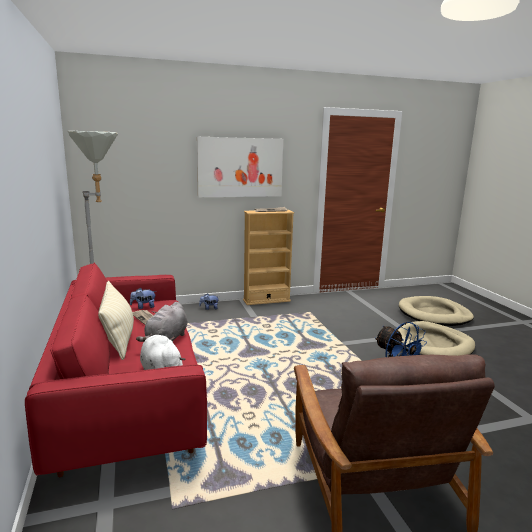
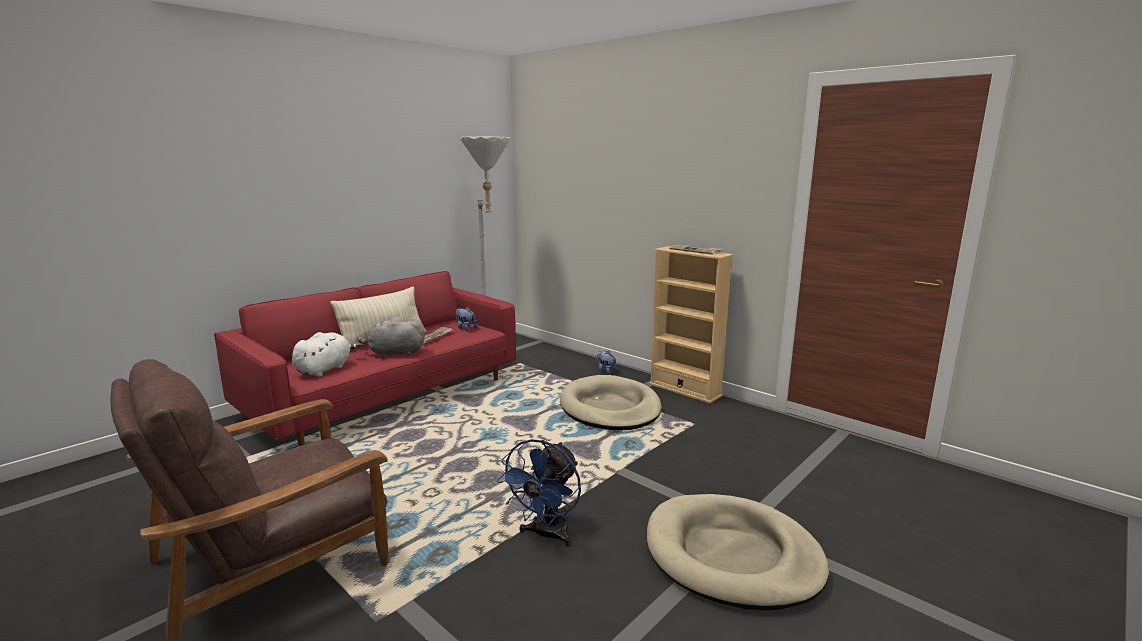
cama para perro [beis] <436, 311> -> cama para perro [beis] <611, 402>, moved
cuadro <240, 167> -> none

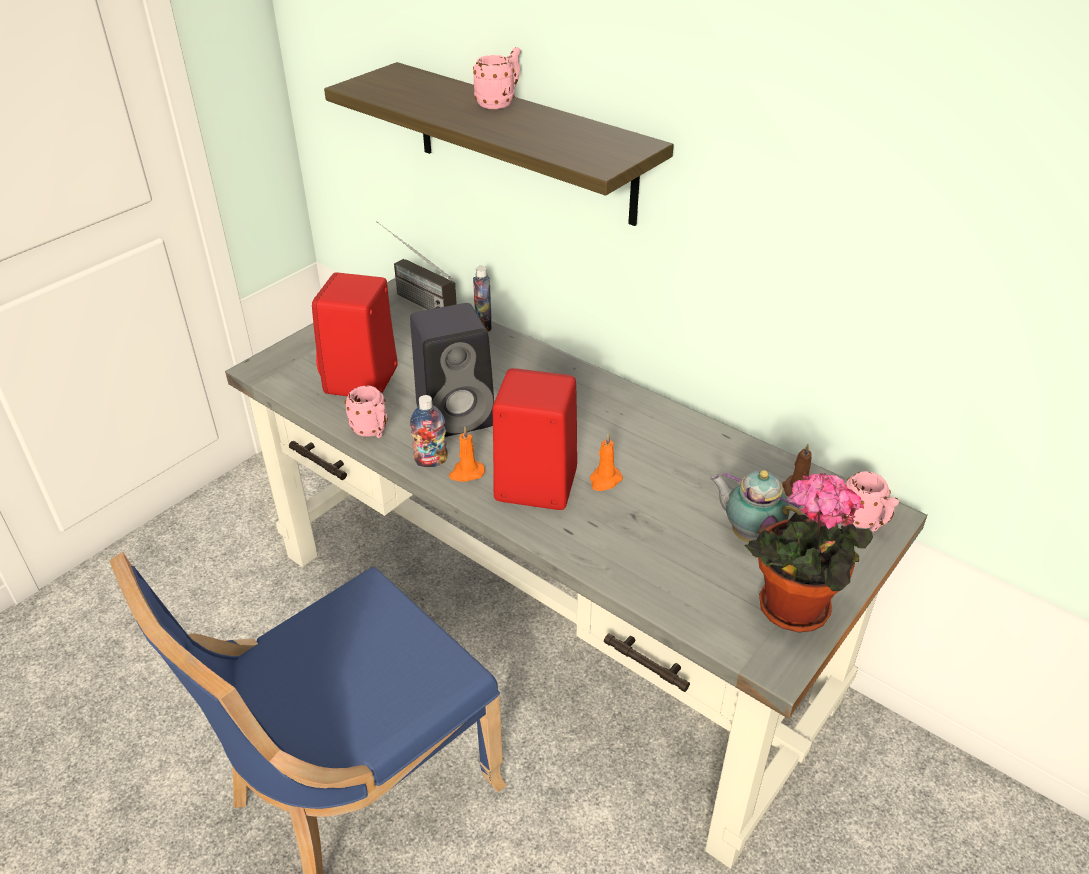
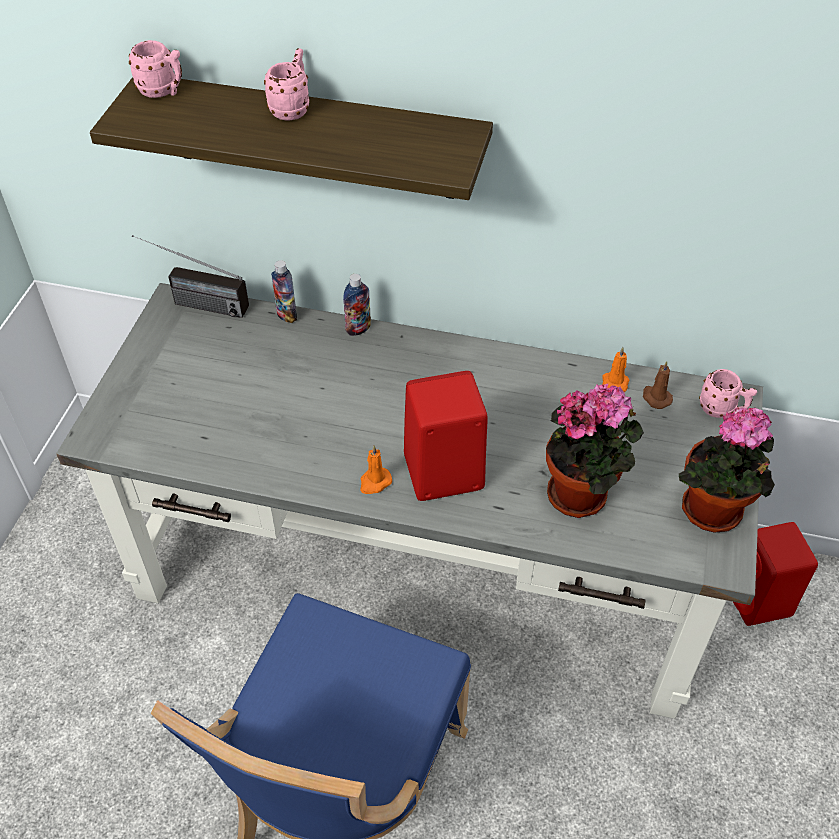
taza grande [rosa] <366, 412> -> taza grande [rosa] <155, 69>, moved
botella <429, 431> -> botella <357, 305>, moved
none -> planta en maceta <595, 451>
vela [naranja] <606, 462> -> vela [naranja] <615, 369>, moved
altavoz [rojo] <355, 334> -> altavoz [rojo] <775, 574>, moved
altavoz [negro] <452, 370> -> none
tetera <757, 506> -> none

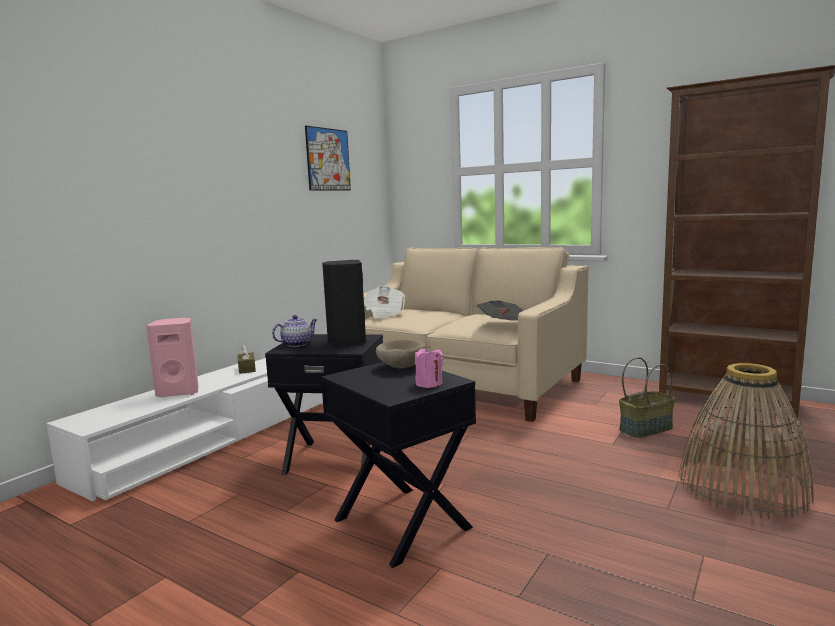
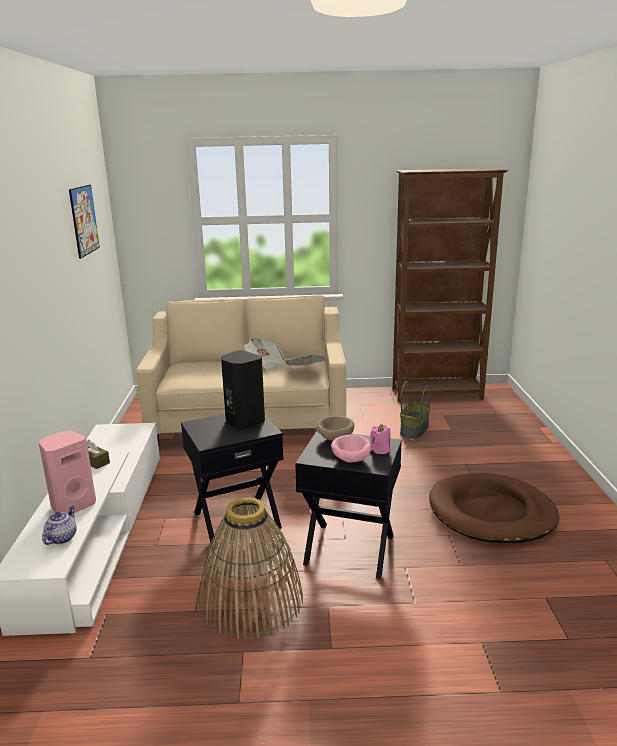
tetera <295, 331> -> tetera <59, 525>, moved
cesta <746, 441> -> cesta <251, 568>, moved
periódico <384, 302> -> periódico <265, 355>, moved
none -> cuenco [rosa] <351, 448>
none -> cama para perro [marrón] <494, 508>

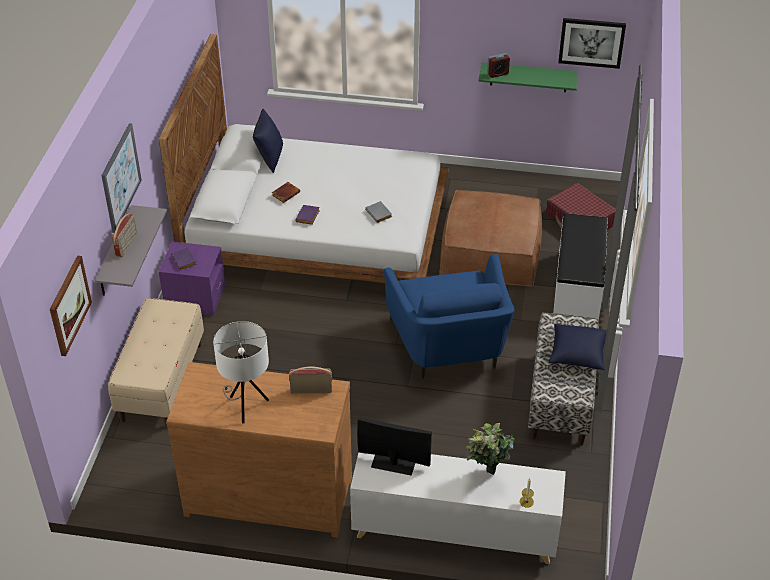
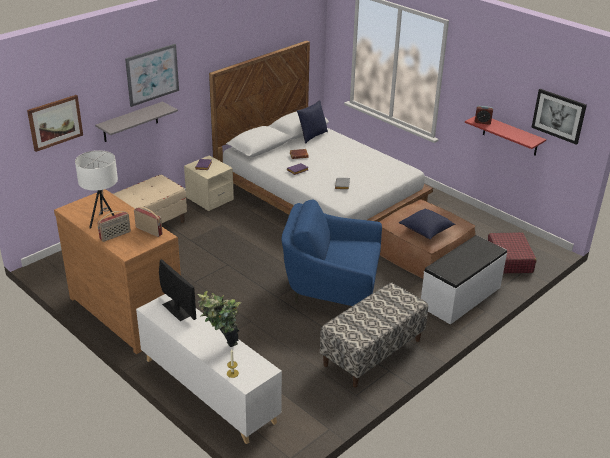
radio <124, 235> -> radio <114, 226>, moved
mesita de noche [morado] <192, 279> -> mesita de noche [beis] <209, 183>
sillón [azul] <449, 316> -> sillón [azul] <332, 253>, 75 degrees clockwise
cojín [azul] <578, 347> -> cojín [azul] <427, 224>, moved
estante [verde] <528, 77> -> estante [rojo] <505, 136>

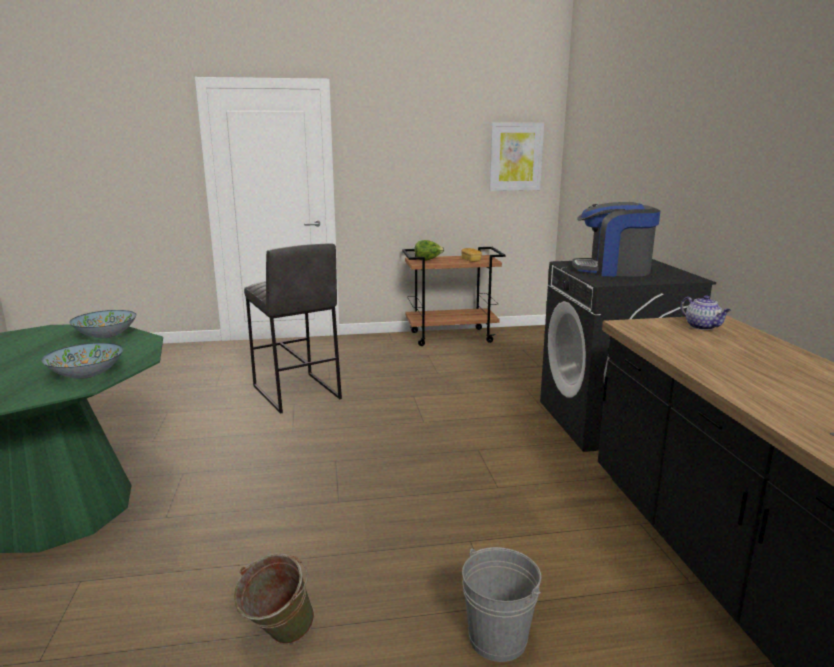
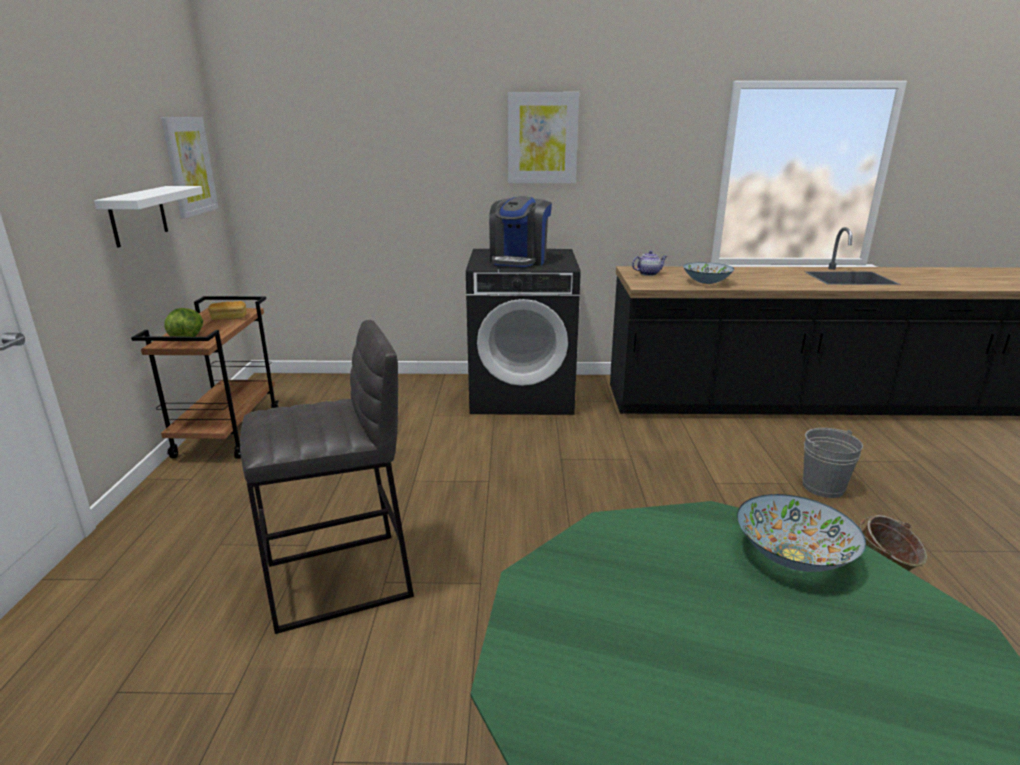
none -> estante [blanco] <148, 217>
none -> cuadro <543, 137>
cuenco <103, 324> -> cuenco <709, 273>, moved

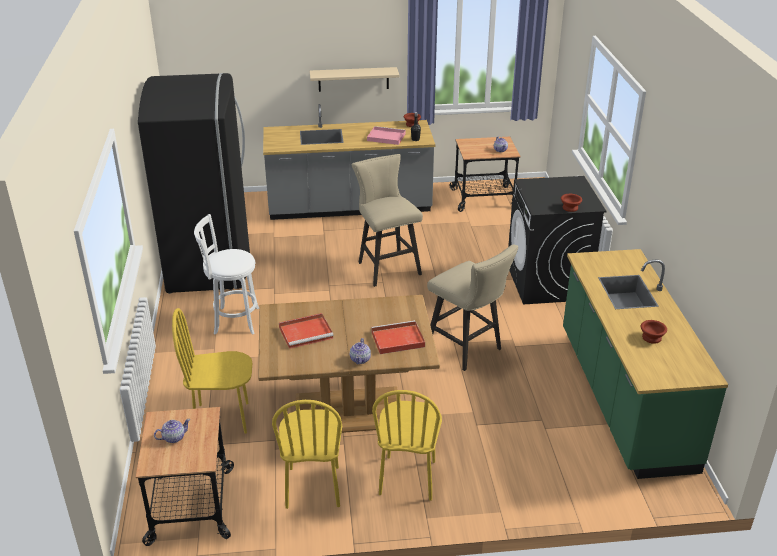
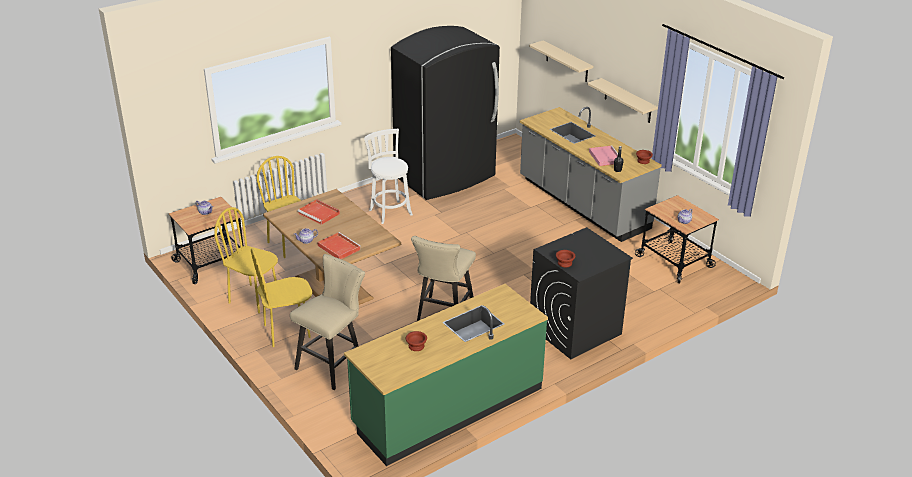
silla [amarillo] <307, 454> -> silla [amarillo] <246, 260>, 60 degrees clockwise
taburete [beis] <387, 220> -> taburete [beis] <327, 322>, moved
none -> estante [beis] <561, 61>

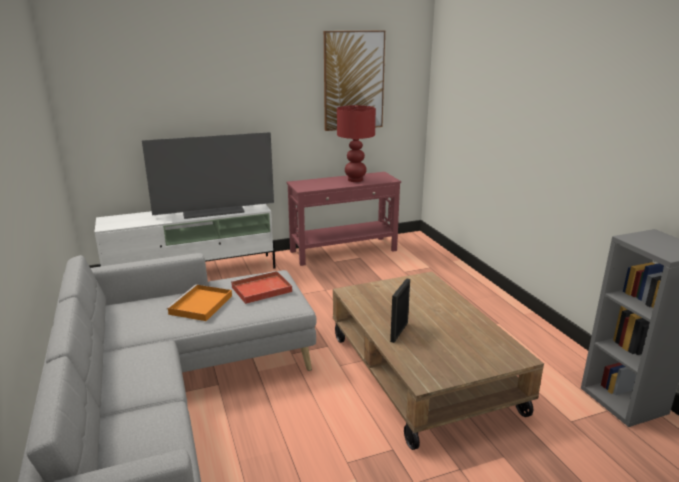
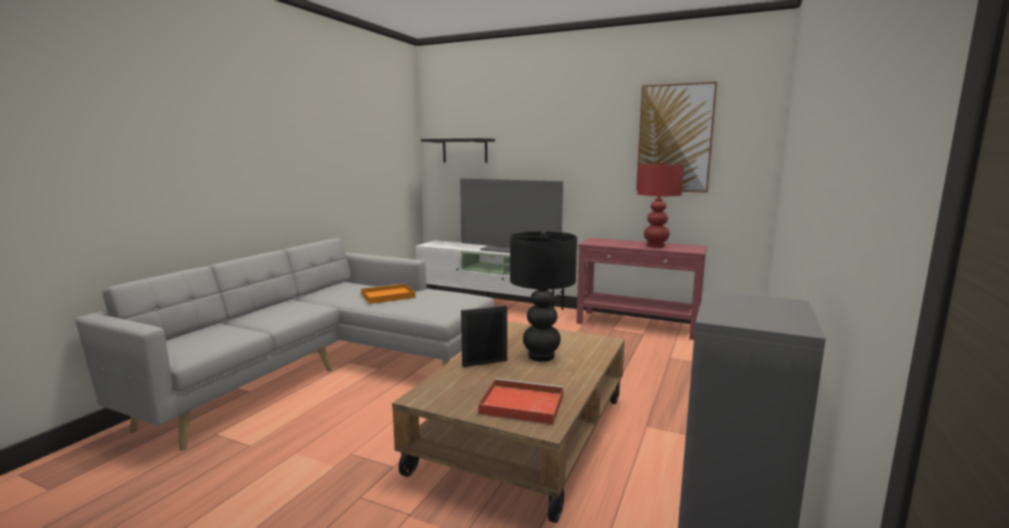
none -> estante [negro] <458, 150>
bandeja [rojo] <261, 287> -> bandeja [rojo] <521, 401>, moved
none -> lámpara de mesa [negro] <543, 296>

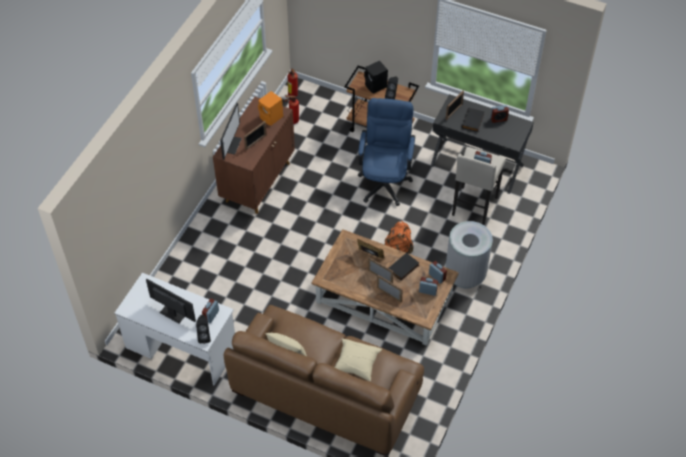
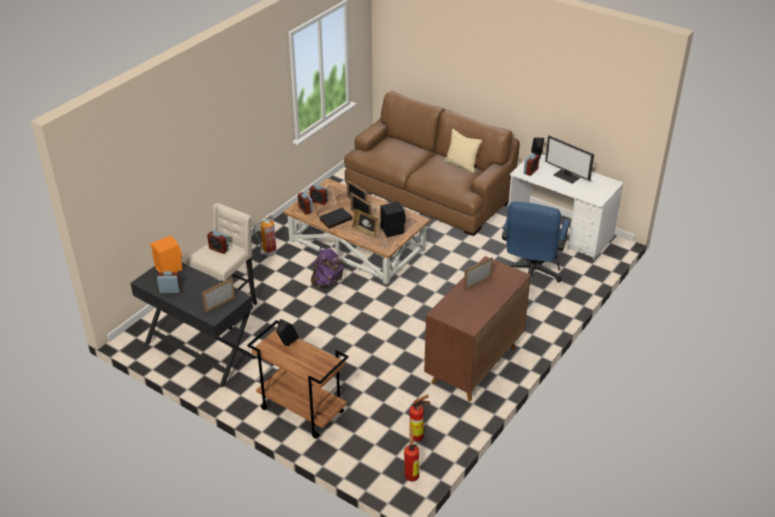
altavoz [naranja] <270, 108> -> altavoz [naranja] <167, 254>, moved
papelera [gris] <469, 254> -> extintor <265, 234>
mochila [naranja] <399, 237> -> mochila [morado] <327, 267>
altavoz [negro] <376, 77> -> altavoz [negro] <393, 219>, moved
silla de oficina [azul] <386, 152> -> silla de oficina [azul] <535, 242>, moved
monitor <231, 131> -> none
cojín [beis] <358, 360> -> none
libro [negro] <473, 120> -> none

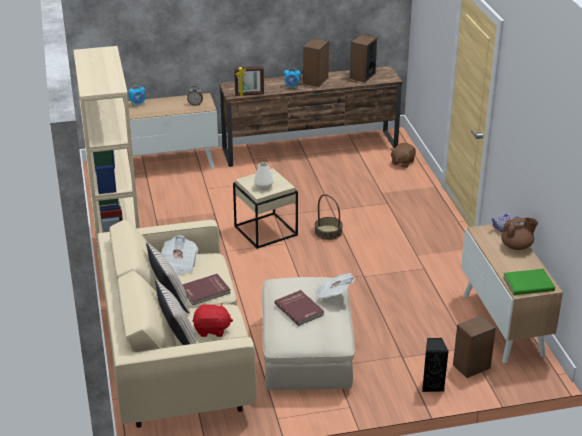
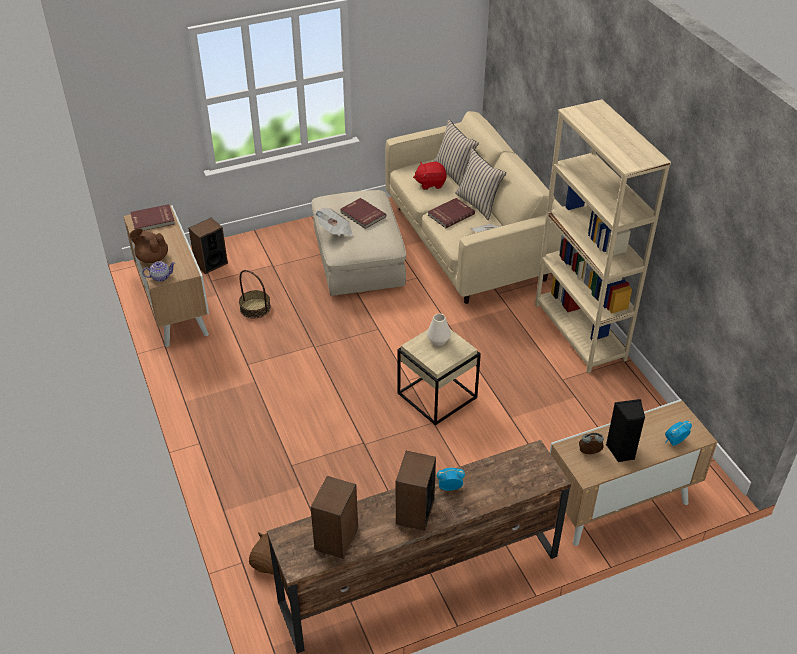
tetera [marrón] <519, 234> -> tetera [marrón] <148, 245>, 45 degrees clockwise
libro [verde] <529, 282> -> libro [rojo] <152, 217>
cesta <329, 217> -> cesta <255, 294>, moved
altavoz [negro] <435, 365> -> altavoz [negro] <625, 430>, moved
portarretratos <249, 81> -> none

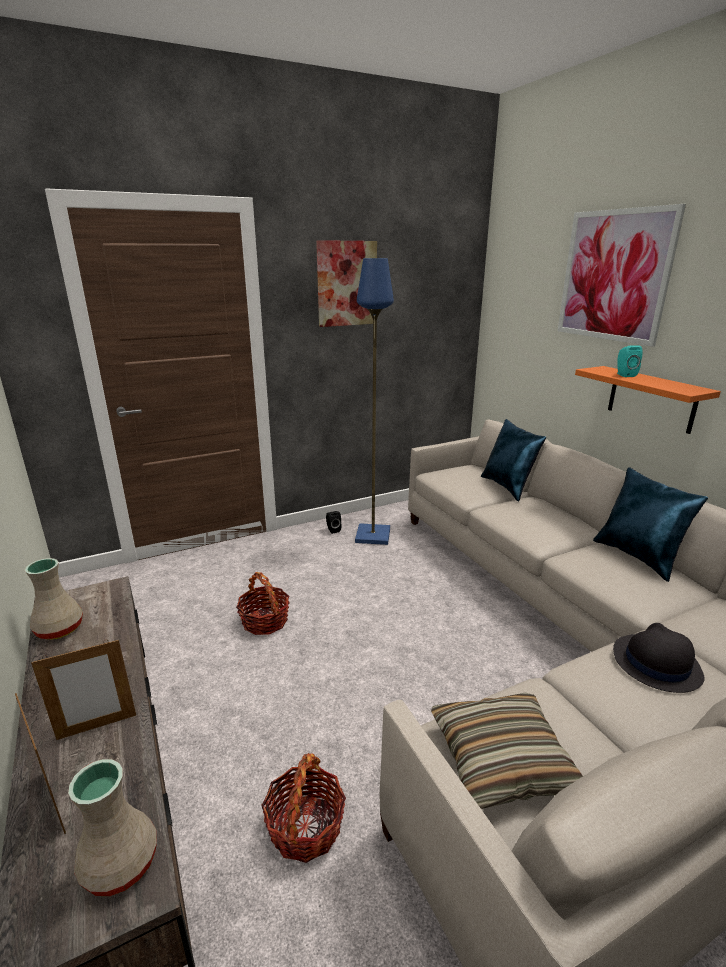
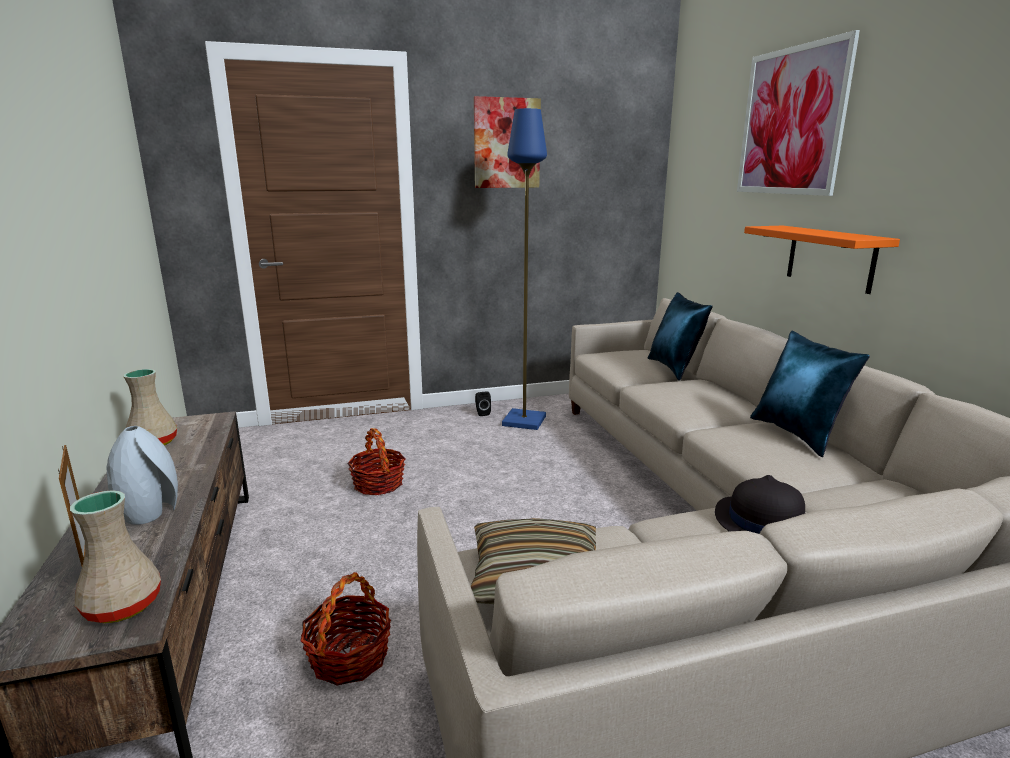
portarretratos <83, 690> -> florero [gris] <142, 475>
altavoz [turquesa] <630, 361> -> none

